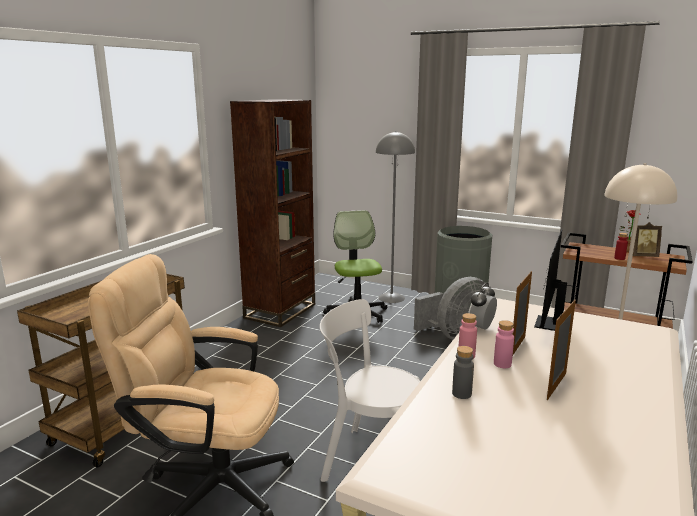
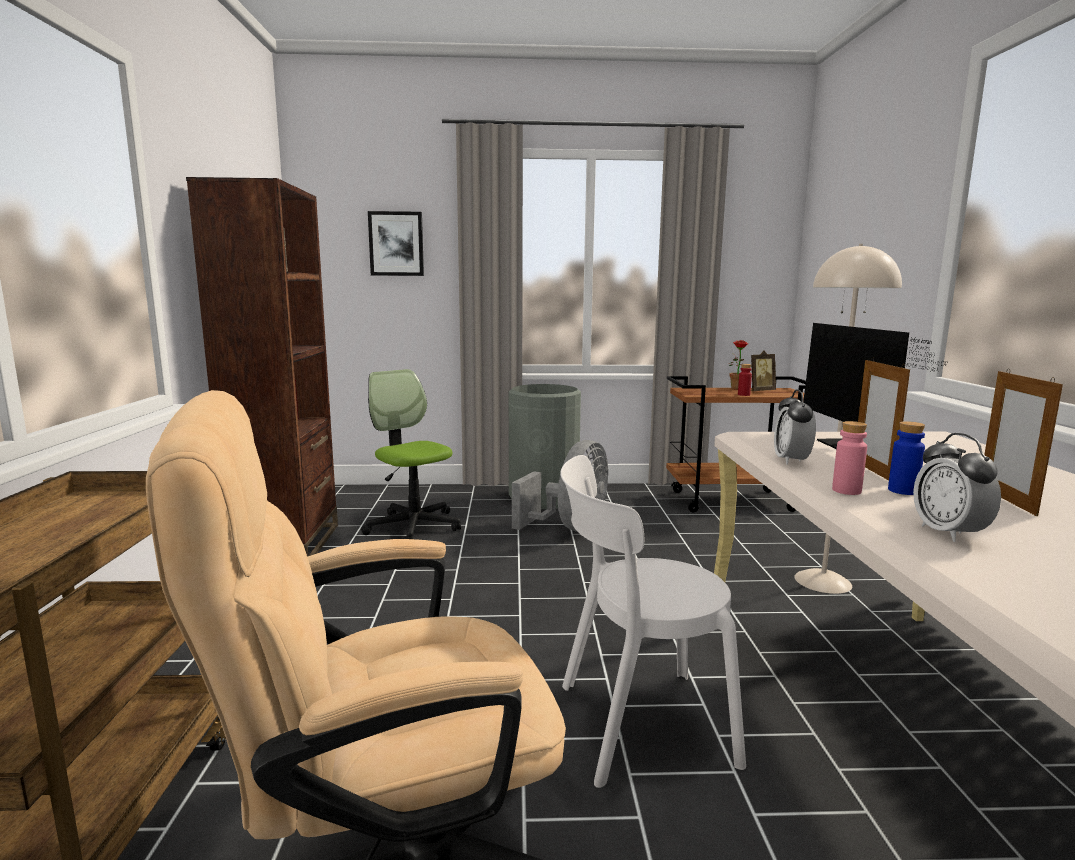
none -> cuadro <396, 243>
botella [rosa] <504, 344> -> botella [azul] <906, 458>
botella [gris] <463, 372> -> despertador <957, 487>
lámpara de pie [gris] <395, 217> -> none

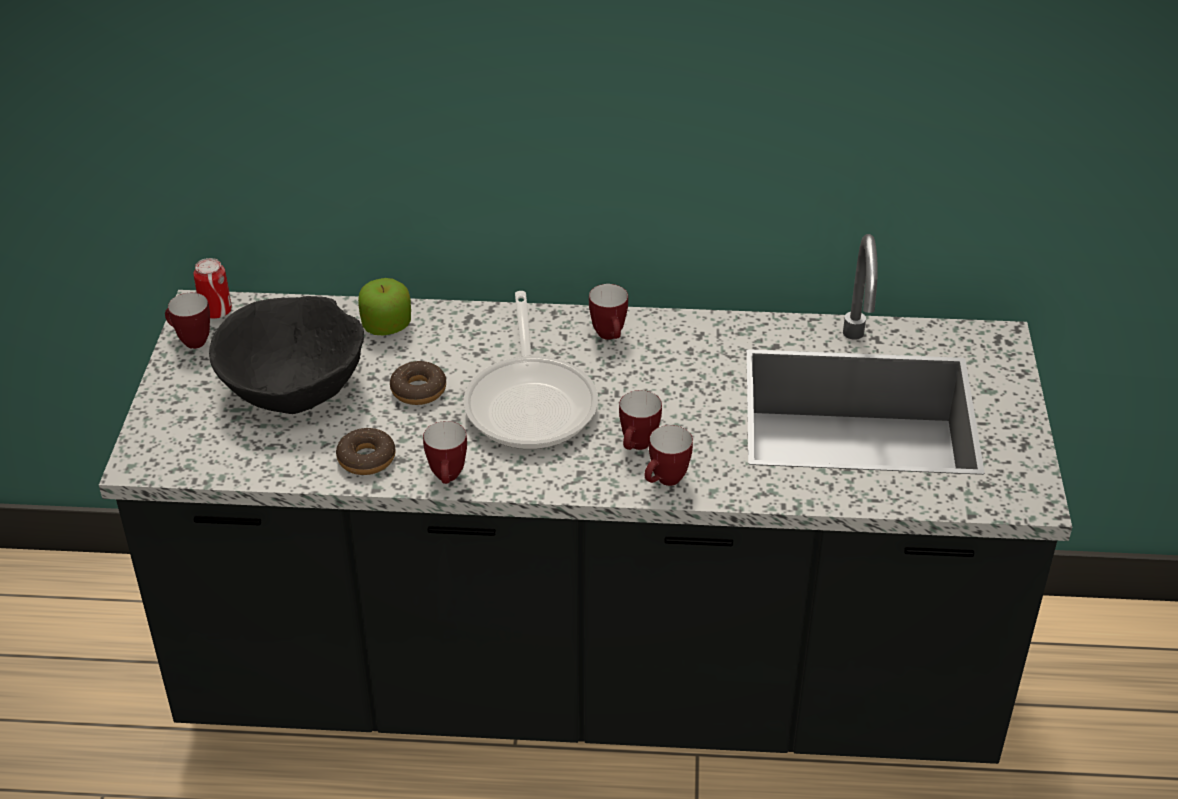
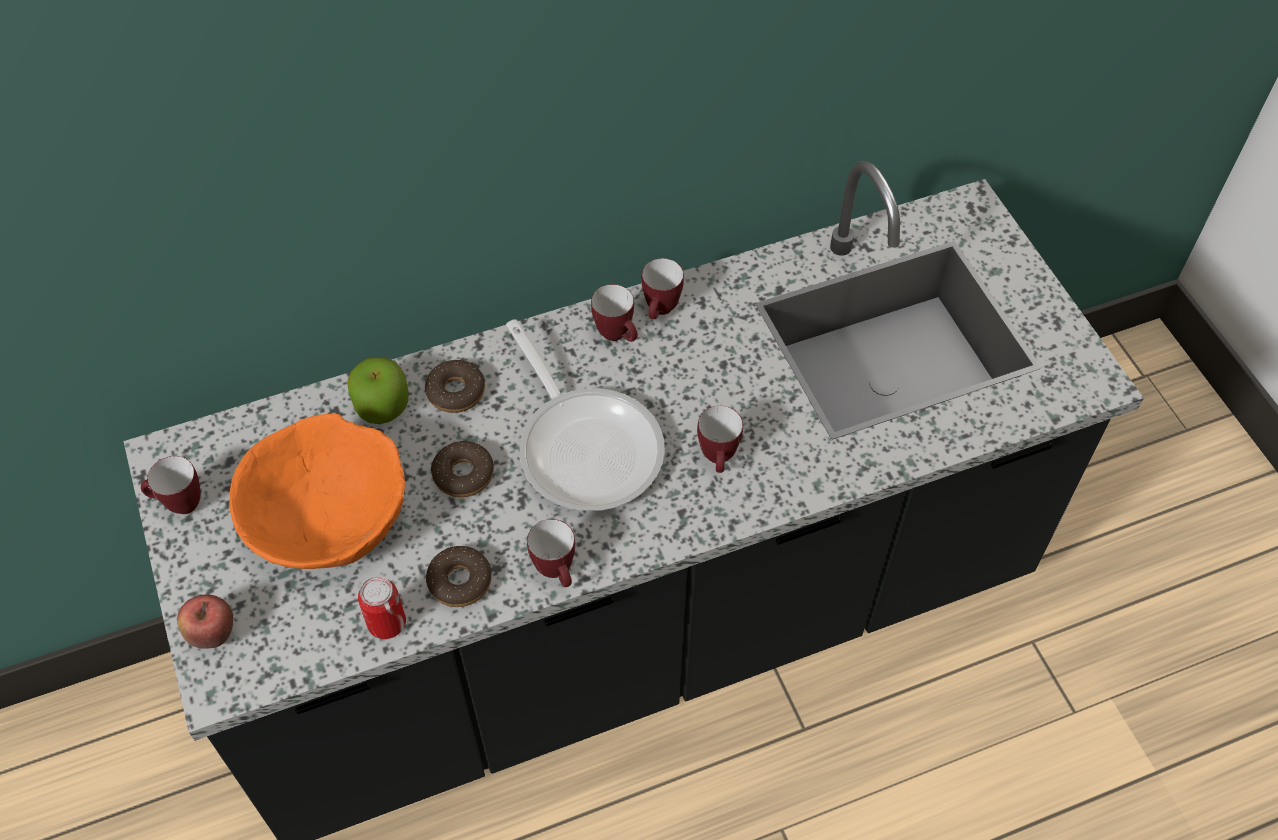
none -> manzana <205, 621>
cuenco [negro] <286, 355> -> cuenco [naranja] <317, 491>
lata <212, 288> -> lata <382, 607>, moved
none -> rosquilla <455, 386>
taza grande <669, 455> -> taza grande <663, 288>, moved

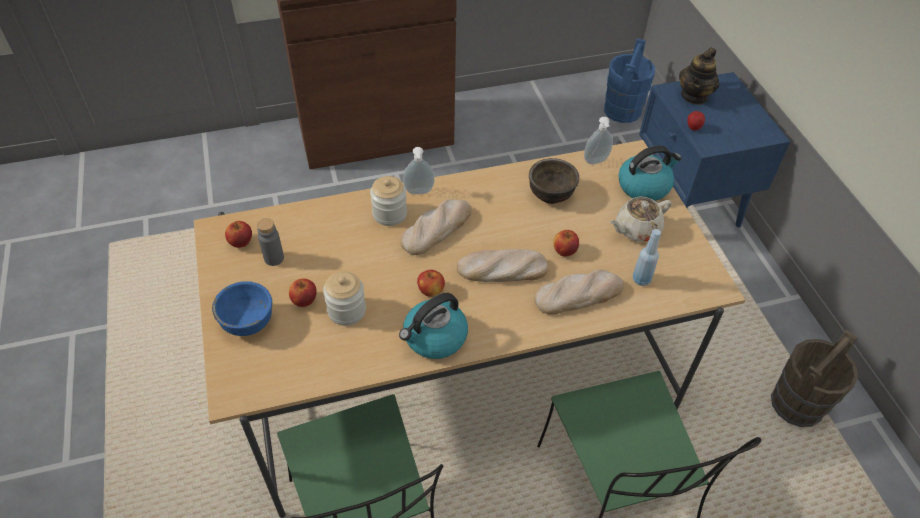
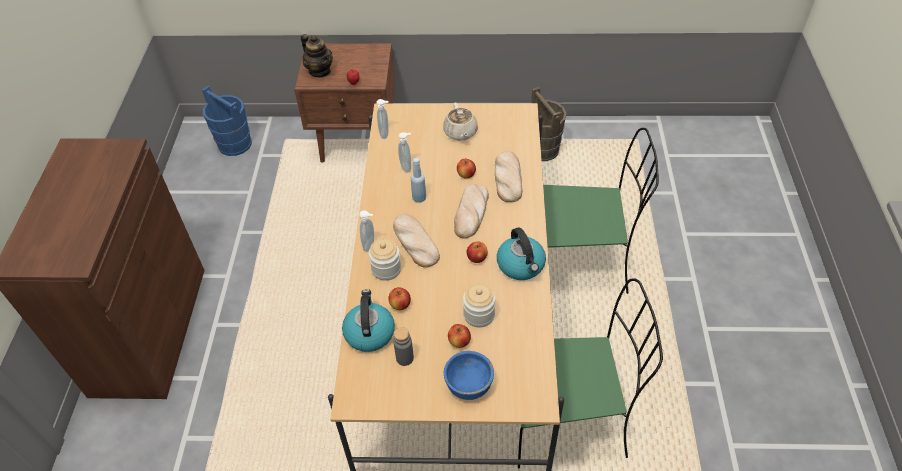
mesita de noche [azul] <715, 149> -> mesita de noche [marrón] <344, 103>
hervidor <650, 173> -> hervidor <368, 320>, moved
manzana <238, 234> -> manzana <400, 298>, moved
cuenco [marrón] <554, 181> -> dispensador de jabón <404, 152>
botella [azul] <647, 257> -> botella [azul] <418, 180>, moved

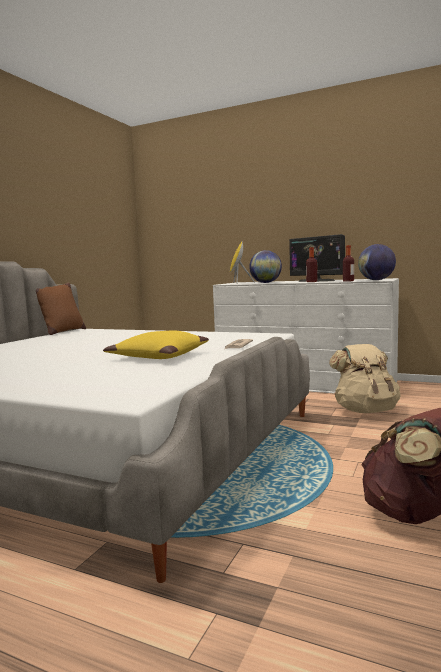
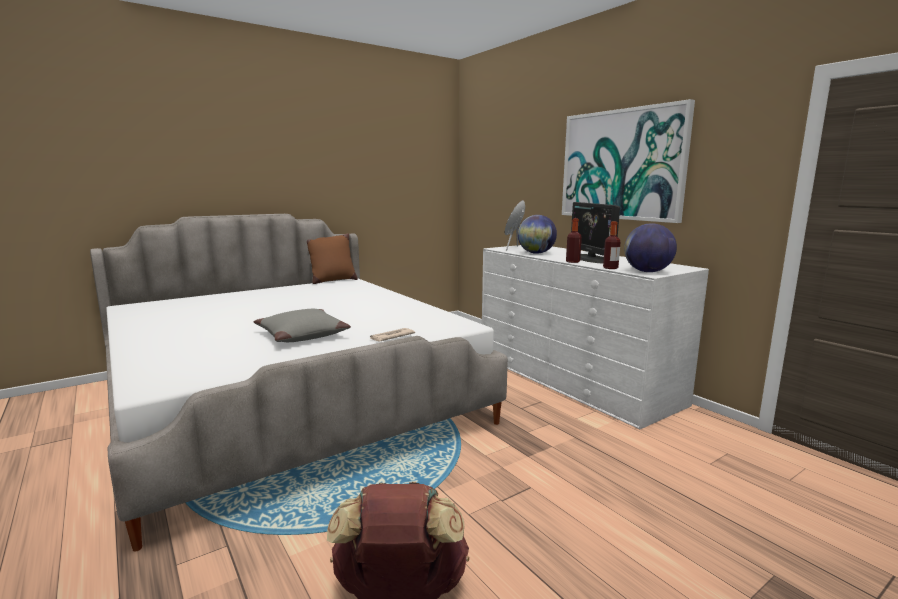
cojín [amarillo] <156, 345> -> cojín [gris] <302, 325>
none -> cuadro <628, 161>
mochila [beis] <365, 378> -> none

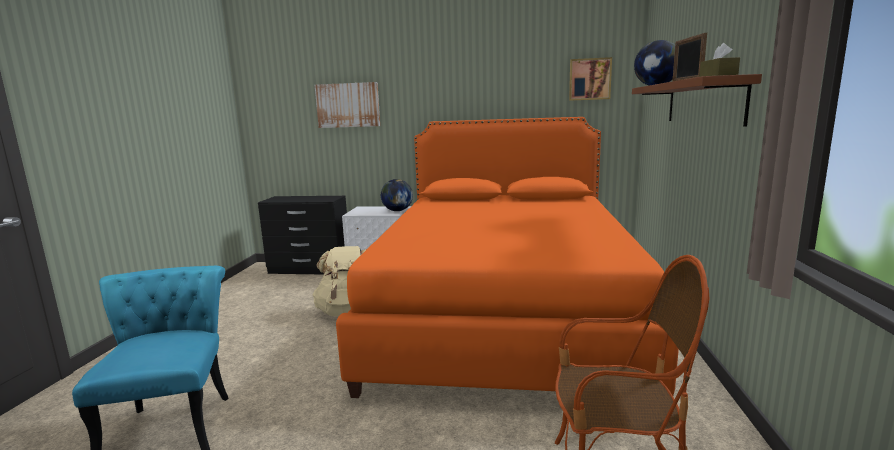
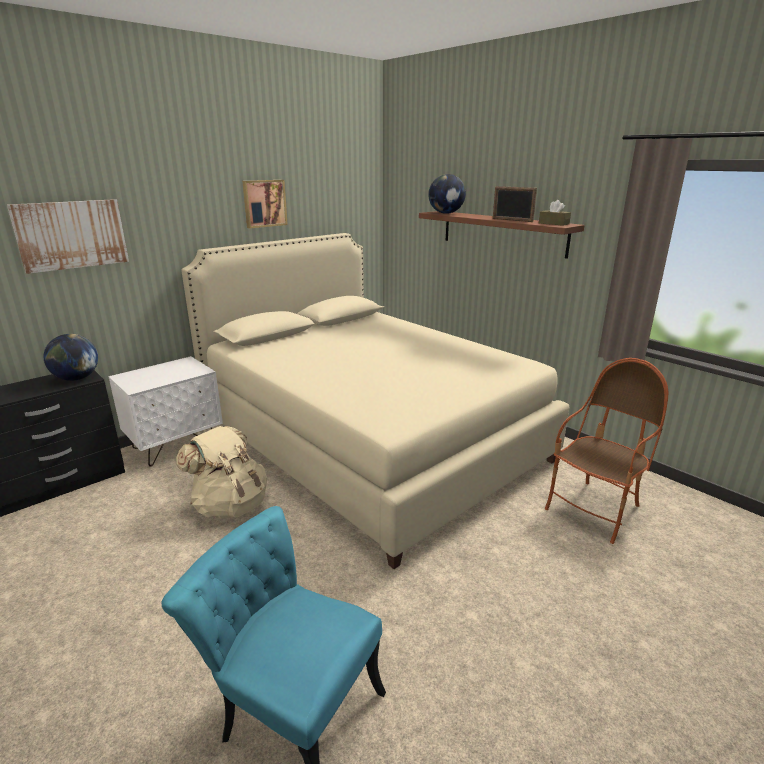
globo terráqueo <397, 195> -> globo terráqueo <71, 357>, moved
cama [naranja] <507, 257> -> cama [beis] <375, 401>
cuadro <590, 79> -> cuadro <265, 204>, moved

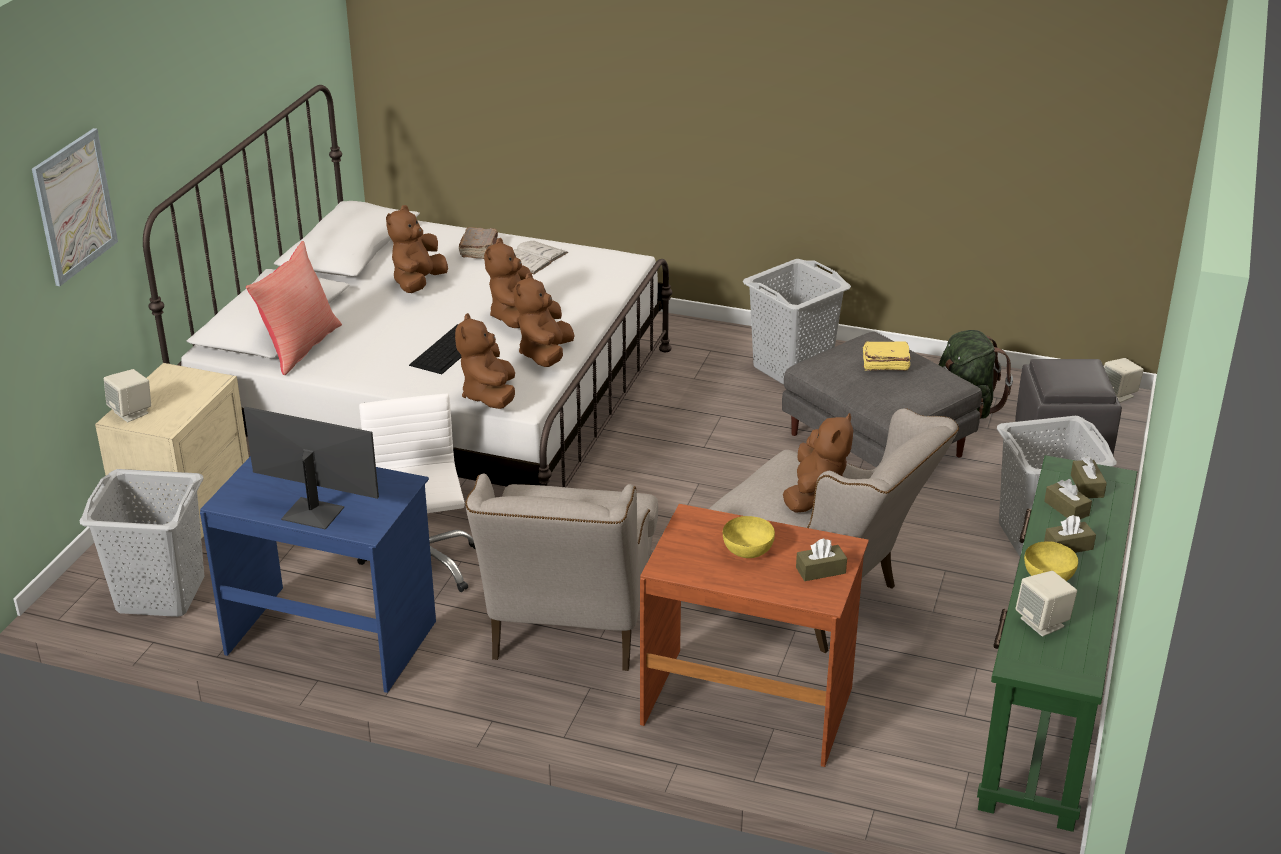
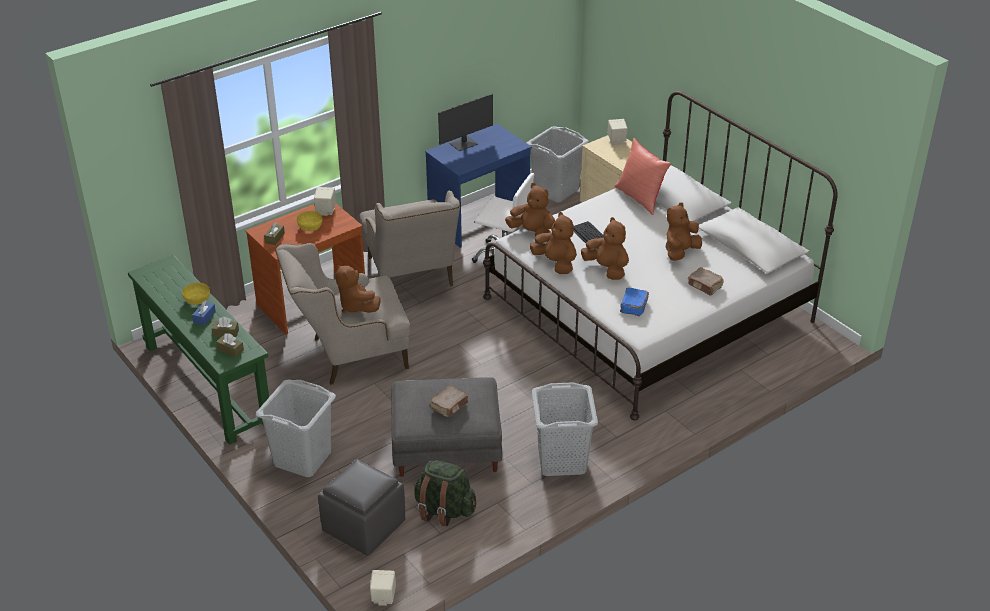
caja de pañuelos [marrón] <1070, 534> -> caja de pañuelos [azul] <204, 313>
altavoz [beis] <1046, 603> -> altavoz [beis] <325, 201>, moved
sillón [beis] <561, 572> -> sillón [beis] <410, 238>, 150 degrees counterclockwise
libro [amarillo] <886, 356> -> libro [marrón] <449, 401>
none -> libro [azul] <634, 302>
peluche [marrón] <417, 249> -> peluche [marrón] <684, 232>, 105 degrees counterclockwise
cuadro <75, 207> -> none
libro [blanco] <541, 257> -> none

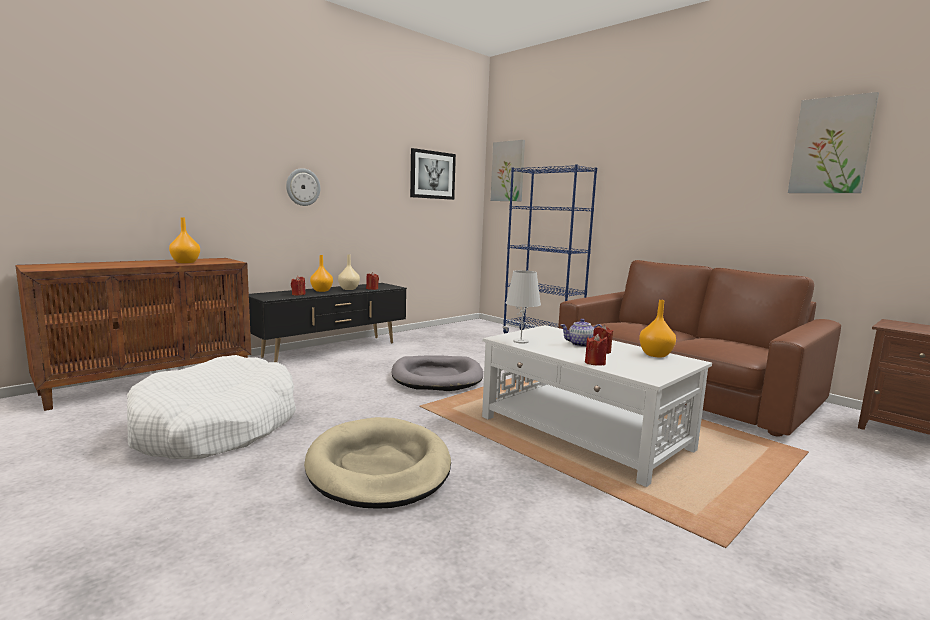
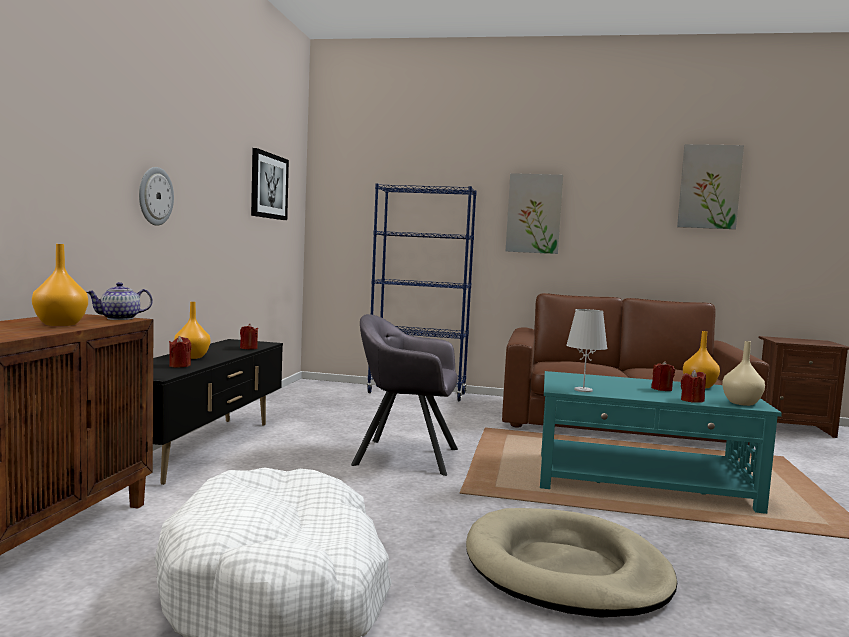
tetera <581, 333> -> tetera <120, 301>, moved
cama para perro [gris] <437, 373> -> sillón [gris] <404, 395>
cuadro <508, 170> -> cuadro <534, 213>, moved
mesa de centro [blanco] <597, 406> -> mesa de centro [turquesa] <661, 442>
florero [beis] <349, 272> -> florero [beis] <743, 373>, moved

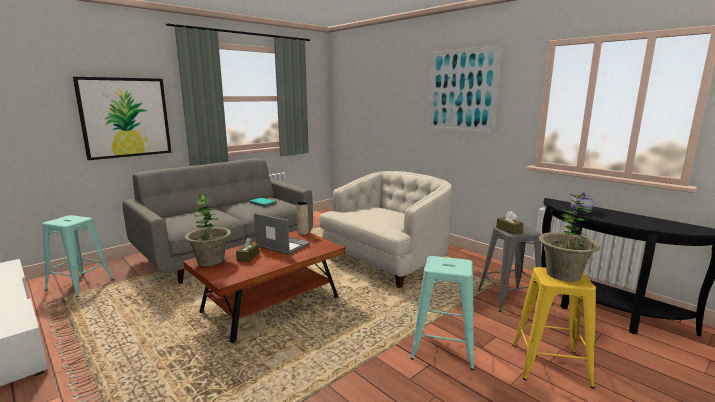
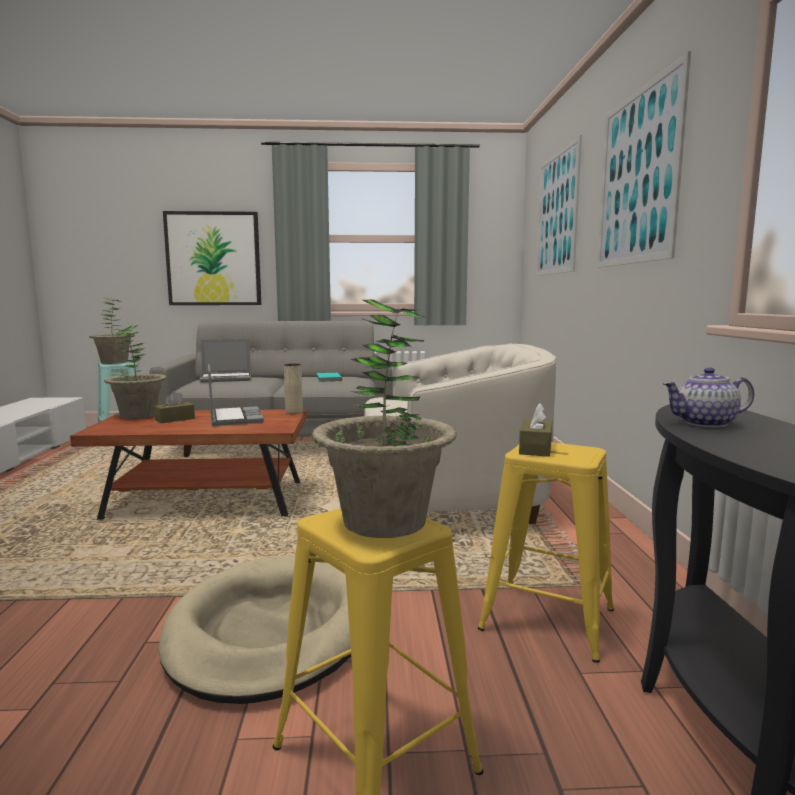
none -> planta en maceta <112, 330>
taburete [turquesa] <442, 313> -> cama para perro [beis] <255, 630>
none -> portátil <225, 360>
taburete [gris] <510, 268> -> taburete [amarillo] <546, 552>
none -> cuadro <559, 205>

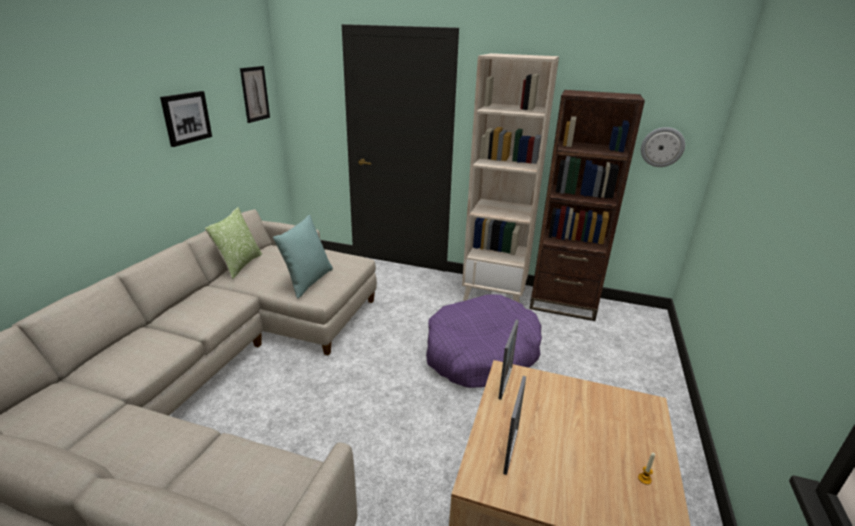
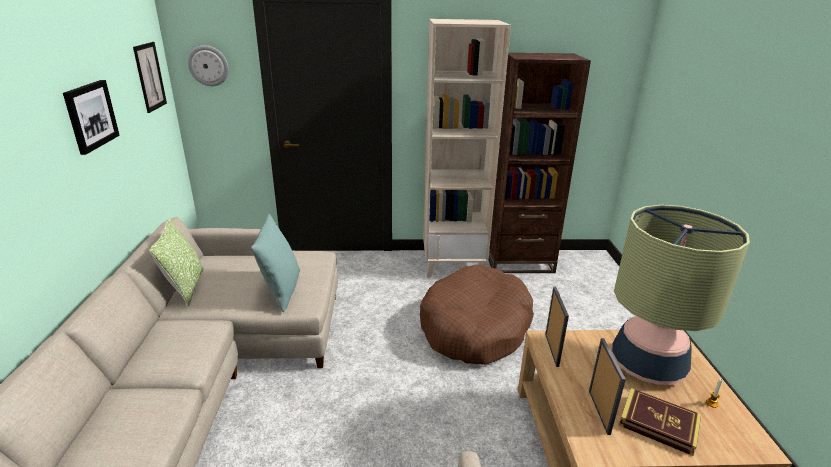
reloj de pared <663, 147> -> reloj de pared <208, 65>, moved
cama para perro [morado] <484, 341> -> cama para perro [marrón] <477, 315>
none -> lámpara de mesa <681, 295>
none -> libro <660, 422>

